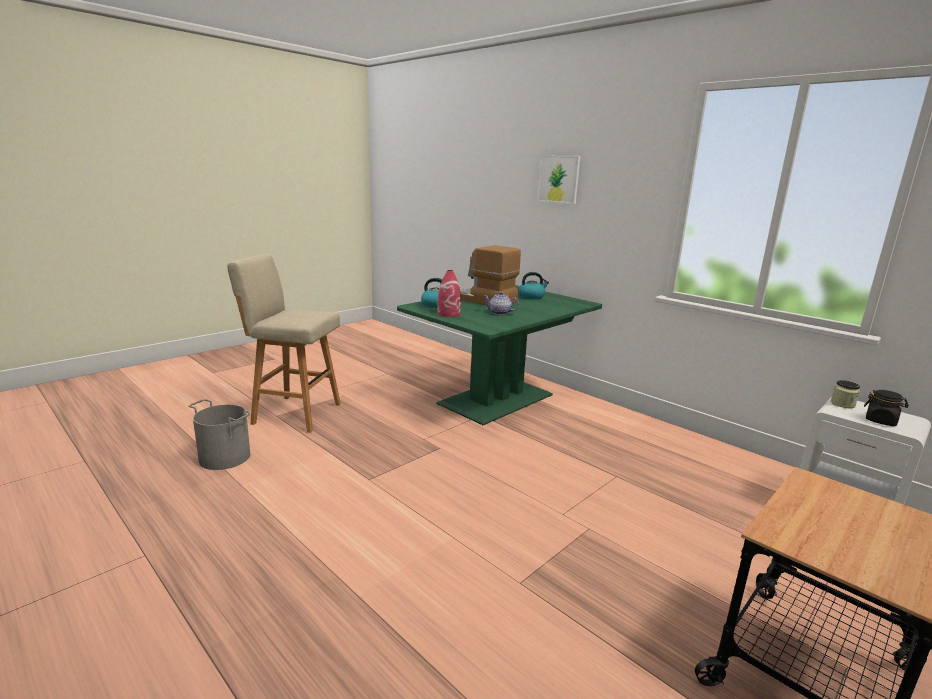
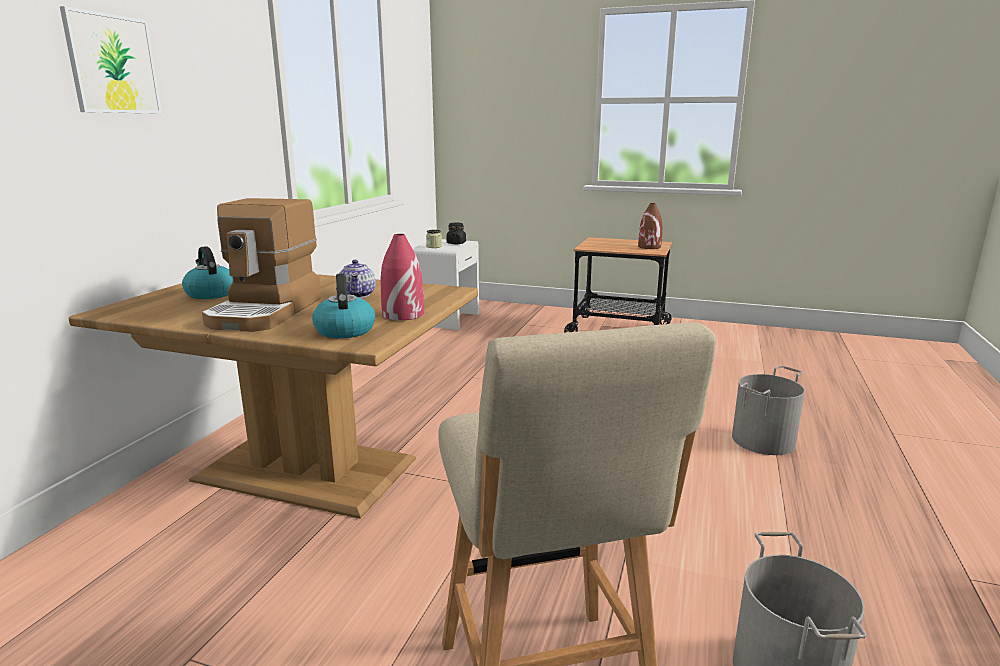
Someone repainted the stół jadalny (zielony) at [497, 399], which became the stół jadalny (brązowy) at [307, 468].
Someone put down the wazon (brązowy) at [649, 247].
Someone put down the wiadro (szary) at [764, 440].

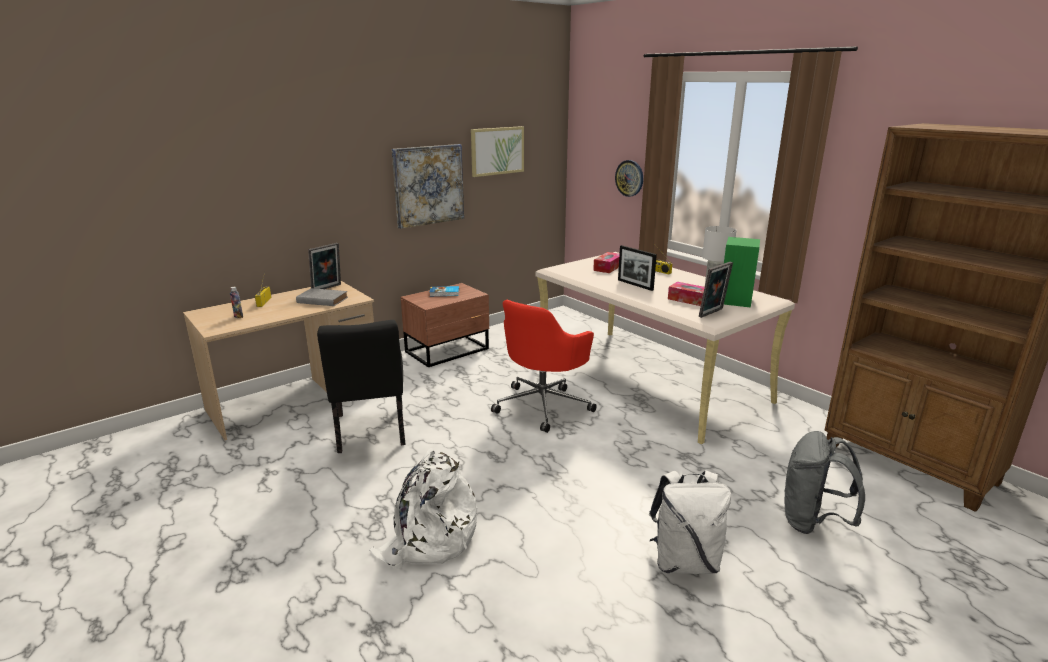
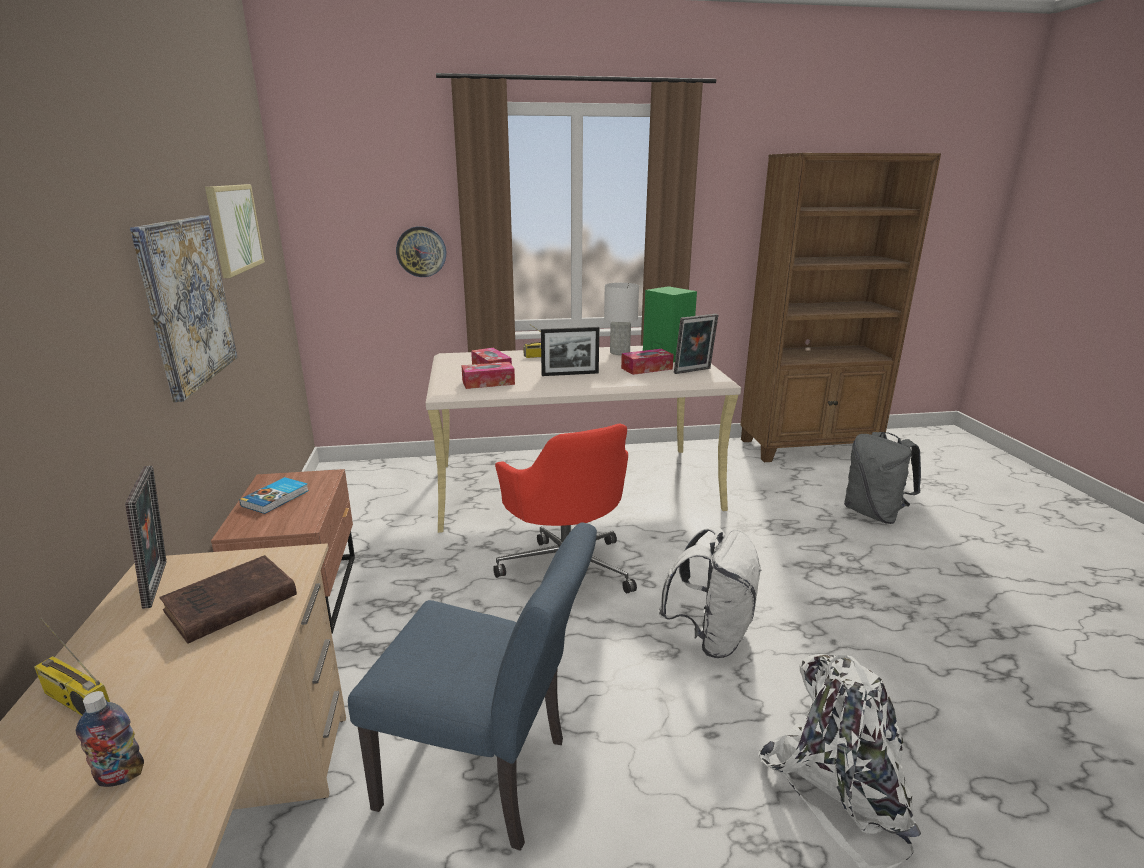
Someone rotated the ramka na zdjęcie at [712, 313] by 75 degrees clockwise.
Someone repainted the książka (szary) at [321, 300], which became the książka (brązowy) at [228, 605].
Someone repainted the krzesło (czarny) at [371, 433], which became the krzesło (niebieski) at [487, 776].
Someone carried the plecak (biały) from [684, 561] to [710, 636].
Someone put down the pudełko chusteczek at [488, 383].

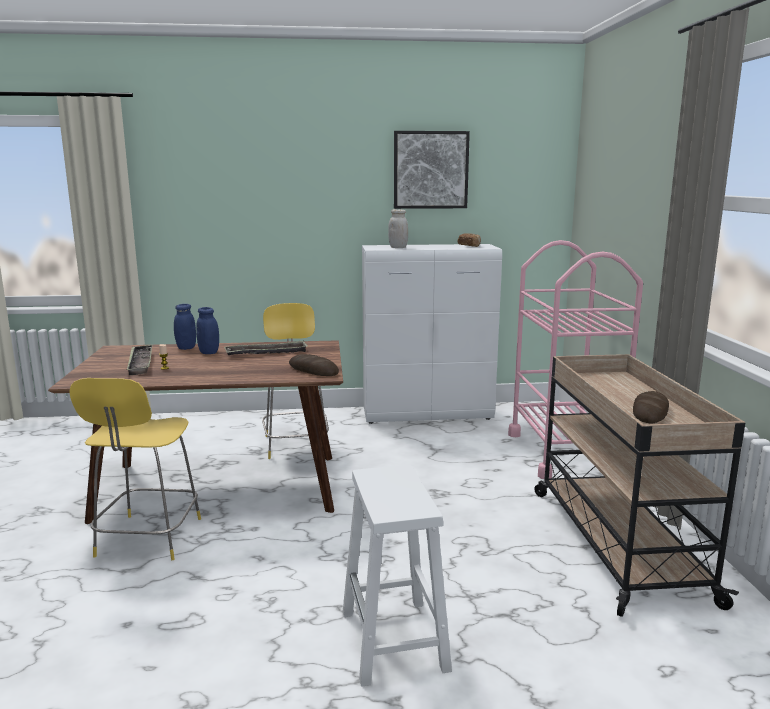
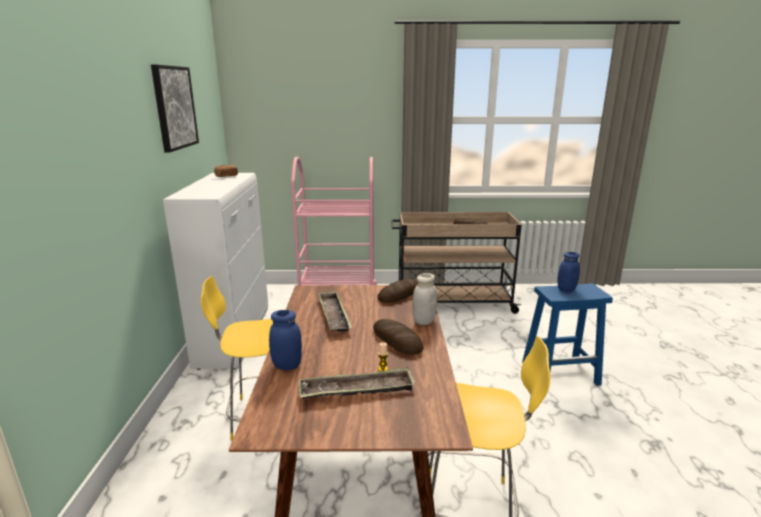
Someone carried the słoik (biały) from [398, 247] to [424, 321].
Someone carried the słoik (niebieski) from [209, 352] to [566, 289].
Someone repainted the stołek (biały) at [394, 641], which became the stołek (niebieski) at [561, 373].
Someone put down the chleb at [397, 340].

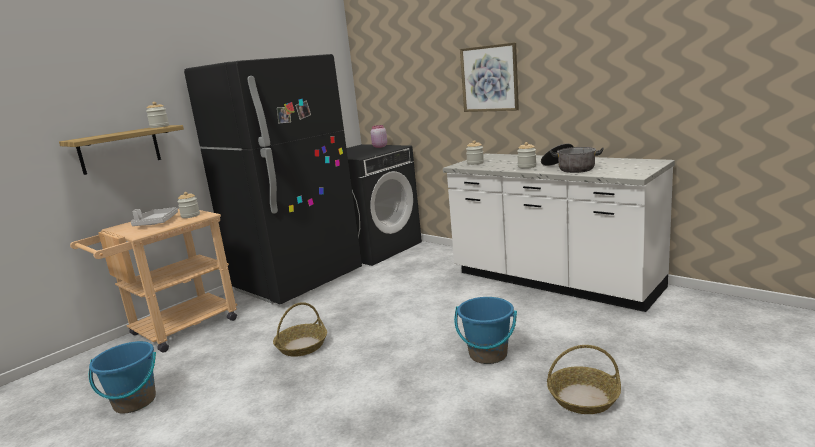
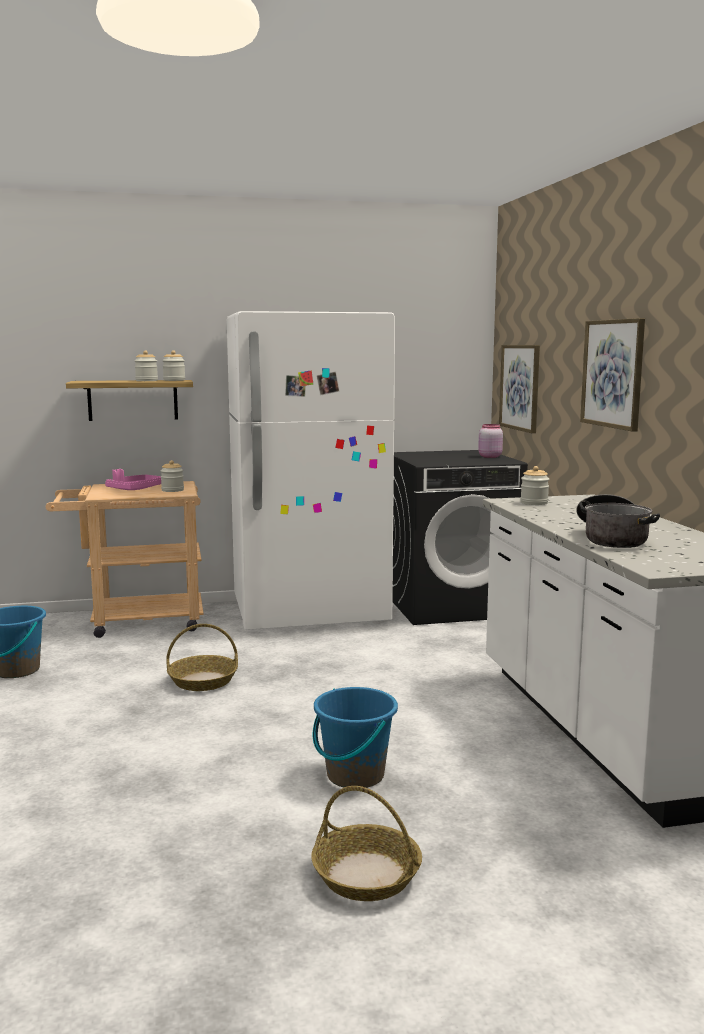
Someone repainted the lodówka (czarny) at [298, 281], which became the lodówka (biały) at [310, 614].
Someone carried the słoik from [527, 167] to [146, 381].
Someone repainted the taca (szary) at [156, 223], which became the taca (różowy) at [136, 489].
Someone put up the obraz at [520, 387].

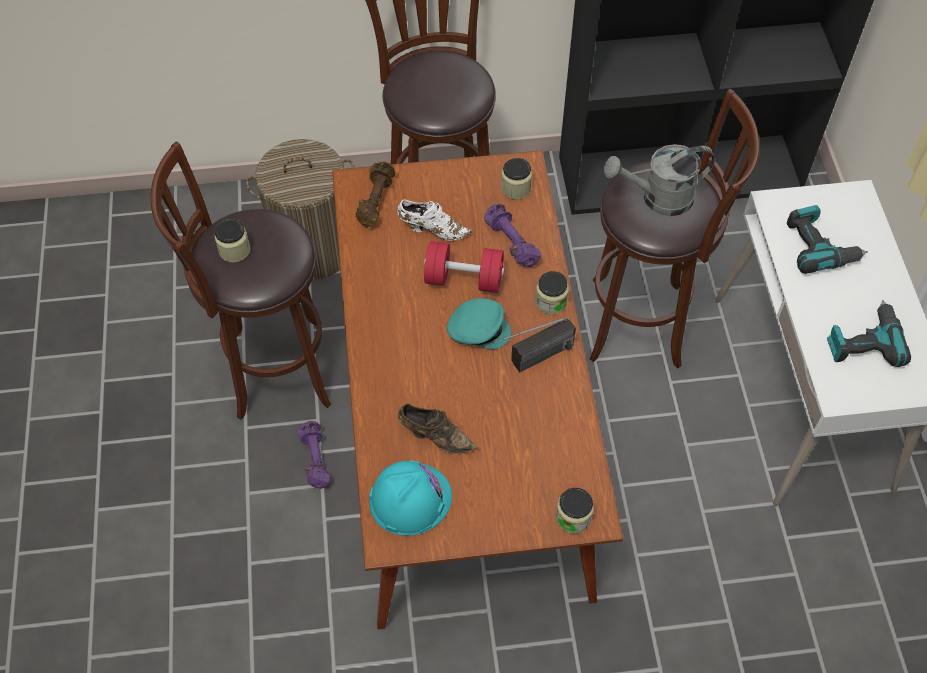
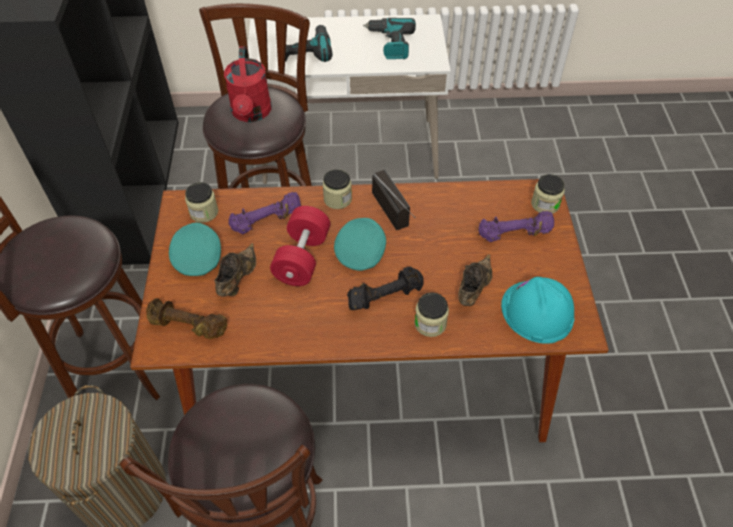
Someone repainted the konewka (szary) at [658, 199], which became the konewka (czerwony) at [251, 114].
Someone repainted the but (biały) at [431, 229], which became the but (brązowy) at [237, 279].
Someone carried the słoik from [234, 250] to [430, 323].
Someone carried the hantel (fioletowy) from [314, 459] to [514, 234].
Someone put down the czapka z daszkiem (turkusowy) at [197, 257].
Someone put down the hantel (czarny) at [384, 296].

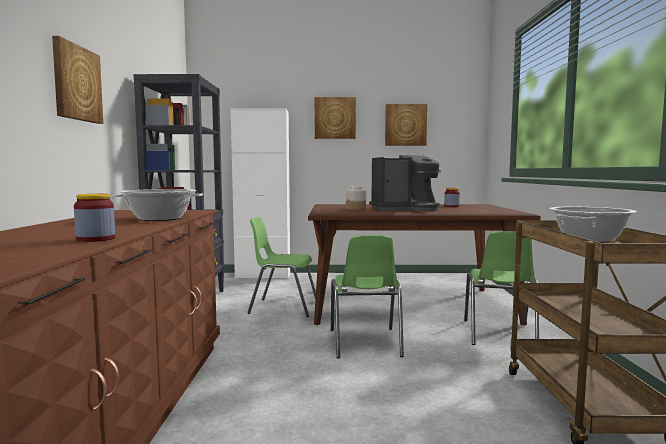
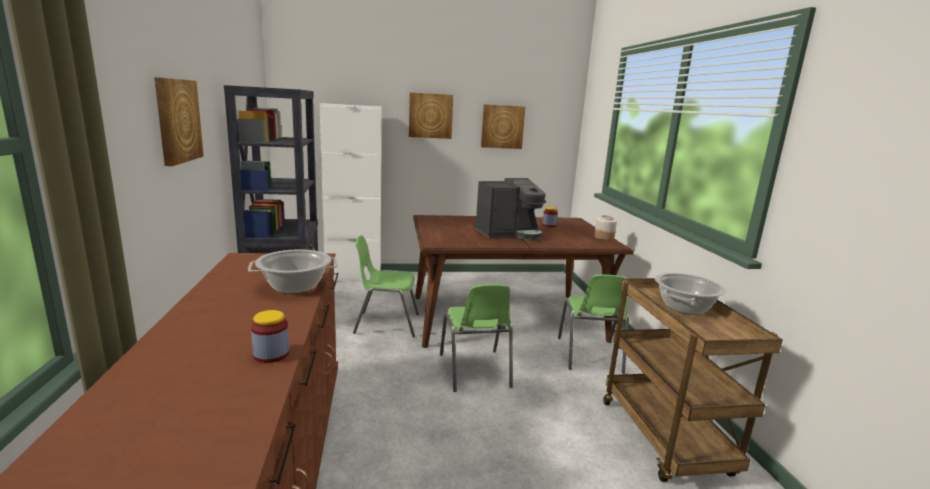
Someone carried the słoik from [356, 209] to [604, 237].

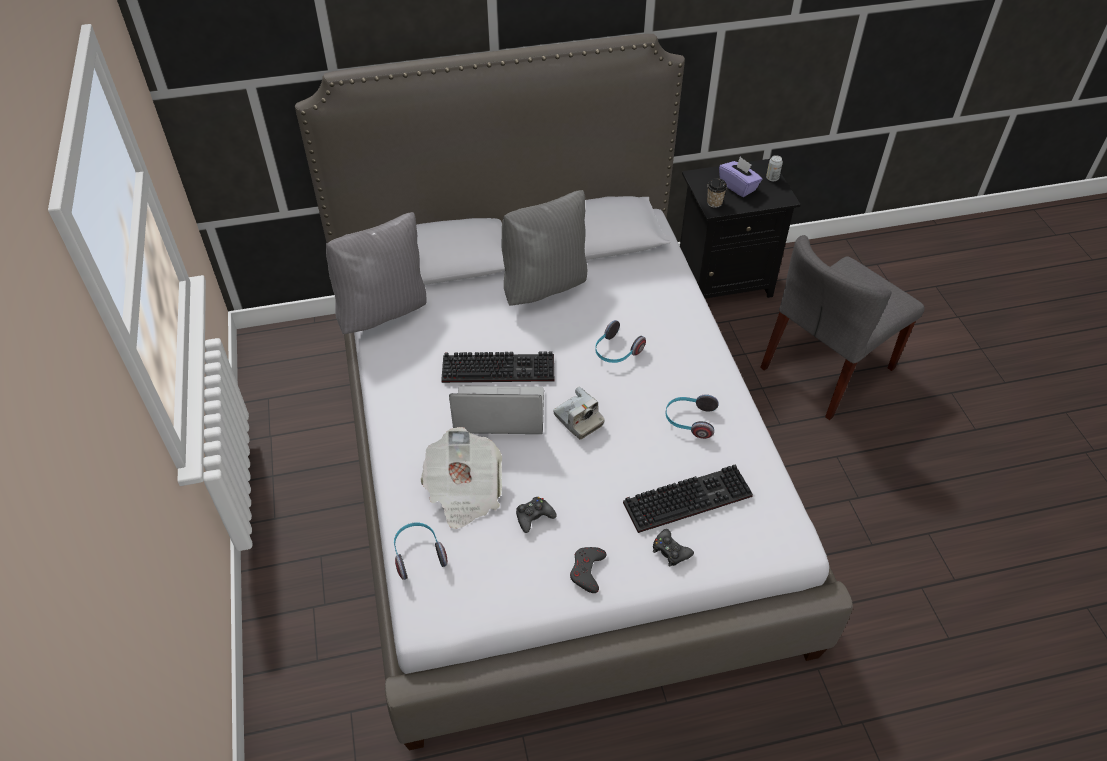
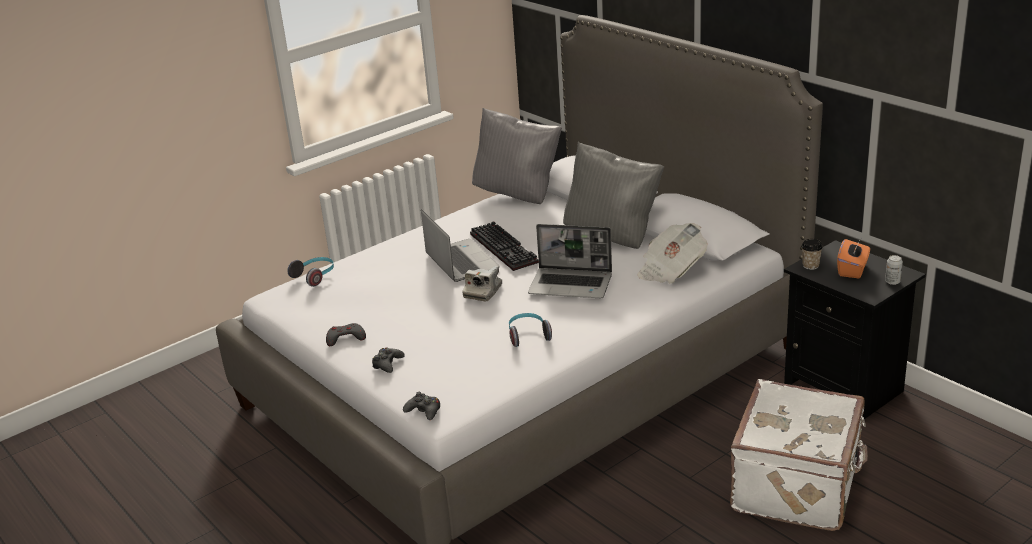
Someone repainted the pudełko chusteczek (fioletowy) at [738, 186], which became the pudełko chusteczek (pomarańczowy) at [852, 270].
Someone swapped the krzesło (szary) at [827, 369] for the walizka (biały) at [798, 486].
Someone swapped the słuchawki at [616, 352] for the laptop at [571, 284].
Someone carried the gazeta from [464, 492] to [670, 270].
Someone took away the klawiatura at [688, 497].
Someone carried the pad do gier (czarny) from [534, 517] to [424, 411].

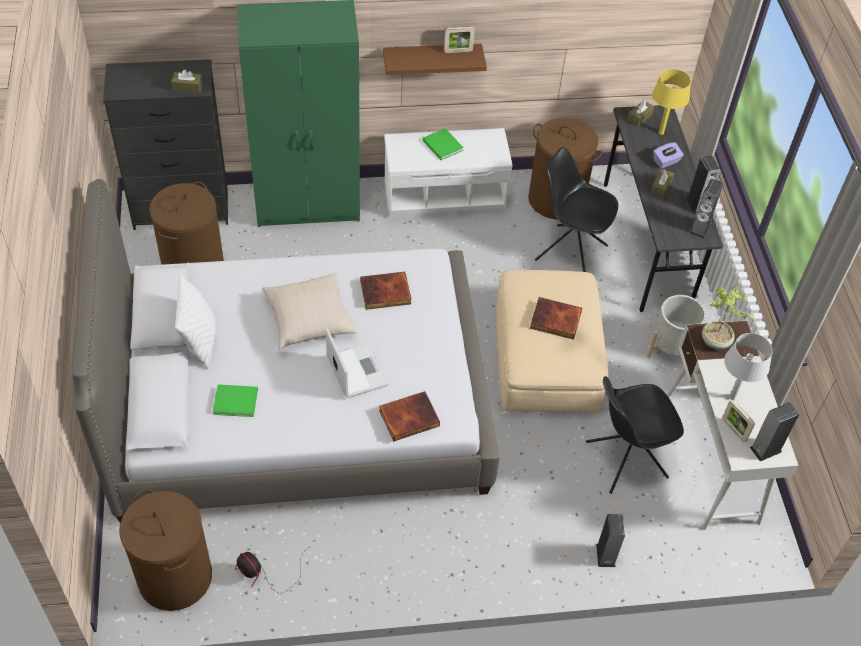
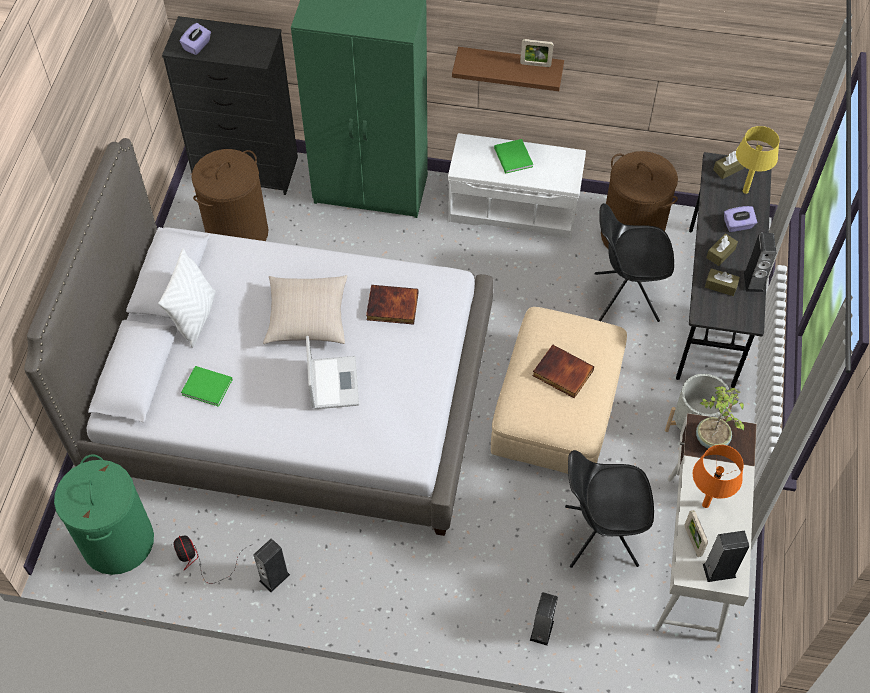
Someone carried the pudełko chusteczek (brązowy) from [187, 87] to [720, 286].
Someone rotated the krzesło (czarny) at [570, 252] by 45 degrees counterclockwise.
Someone carried the głośnik from [700, 228] to [274, 577].
Someone repainted the lampa stołowa (szary) at [732, 397], which became the lampa stołowa (pomarańczowy) at [705, 505].
Someone took away the książka at [409, 417].
Someone repainted the kosz na pranie (brązowy) at [174, 577], which became the kosz na pranie (zielony) at [117, 541].
Someone put down the pudełko chusteczek (fioletowy) at [197, 46].

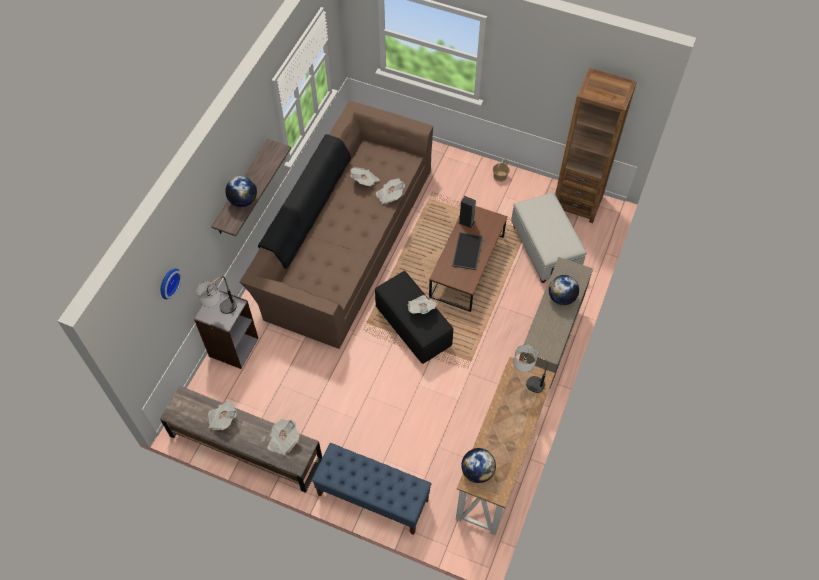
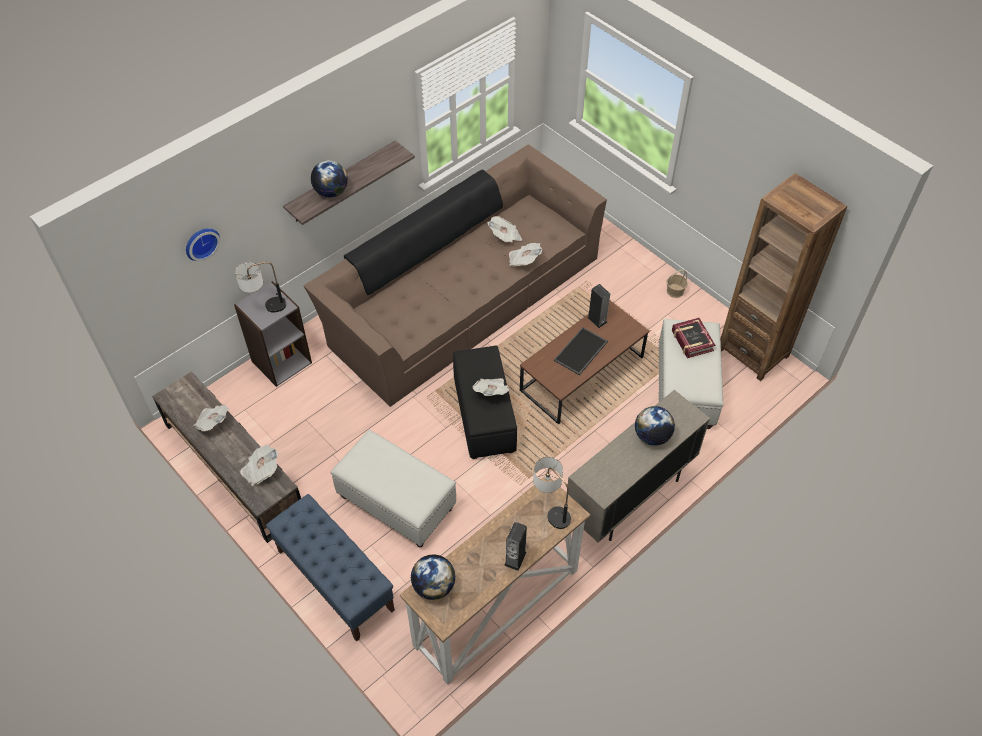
Someone put down the książka at [691, 341].
Someone put down the pufa (biały) at [396, 502].
Someone put down the głośnik at [515, 558].

